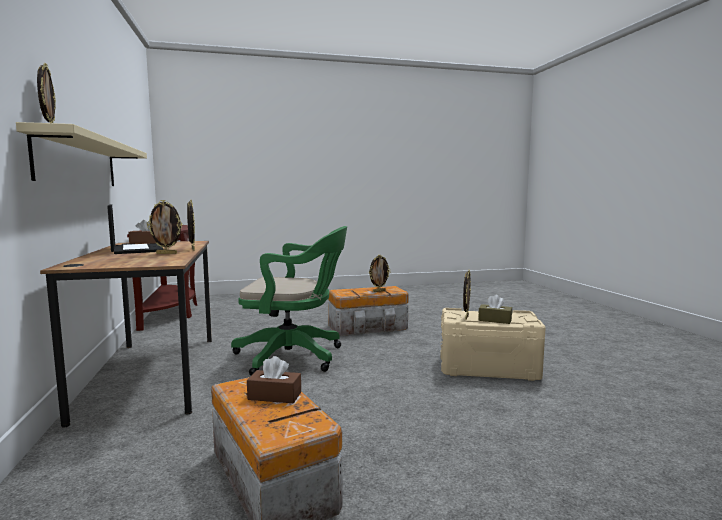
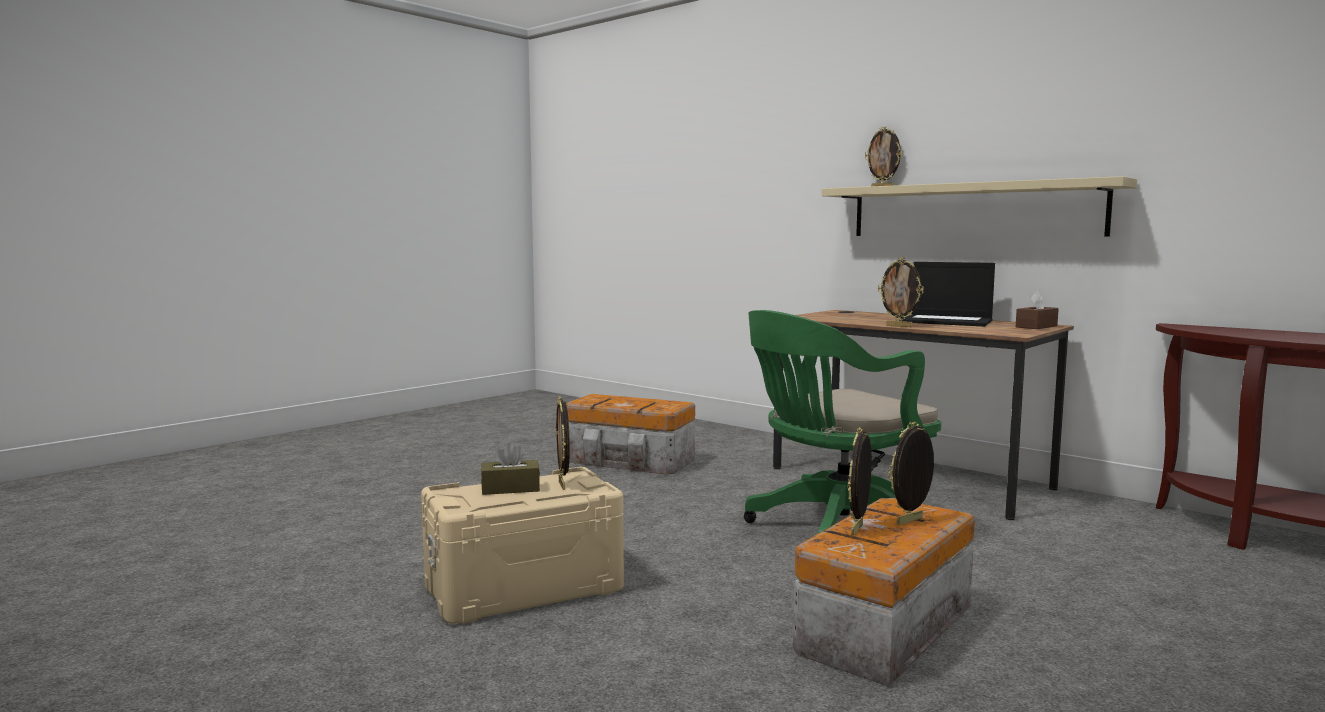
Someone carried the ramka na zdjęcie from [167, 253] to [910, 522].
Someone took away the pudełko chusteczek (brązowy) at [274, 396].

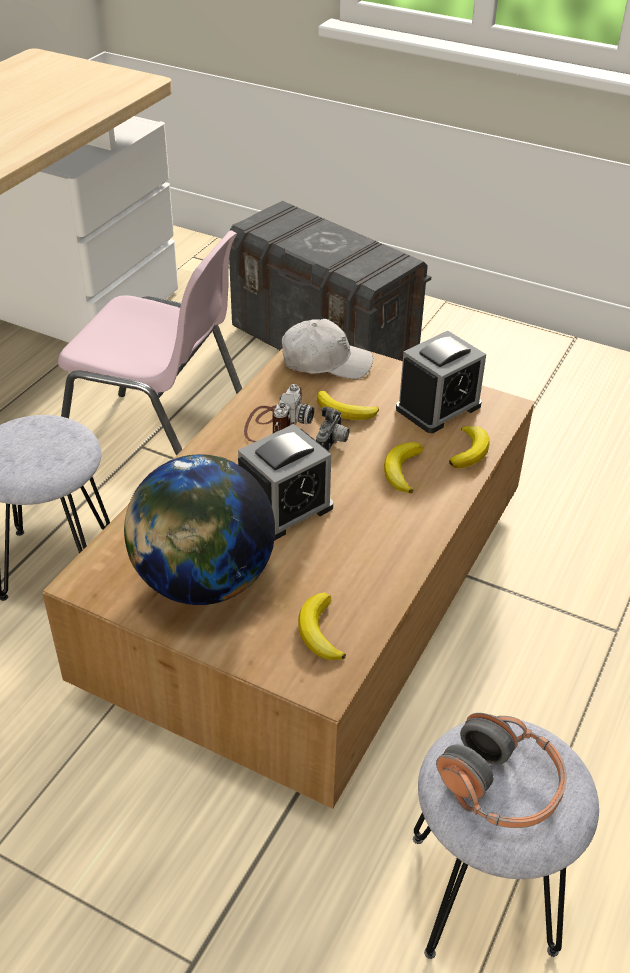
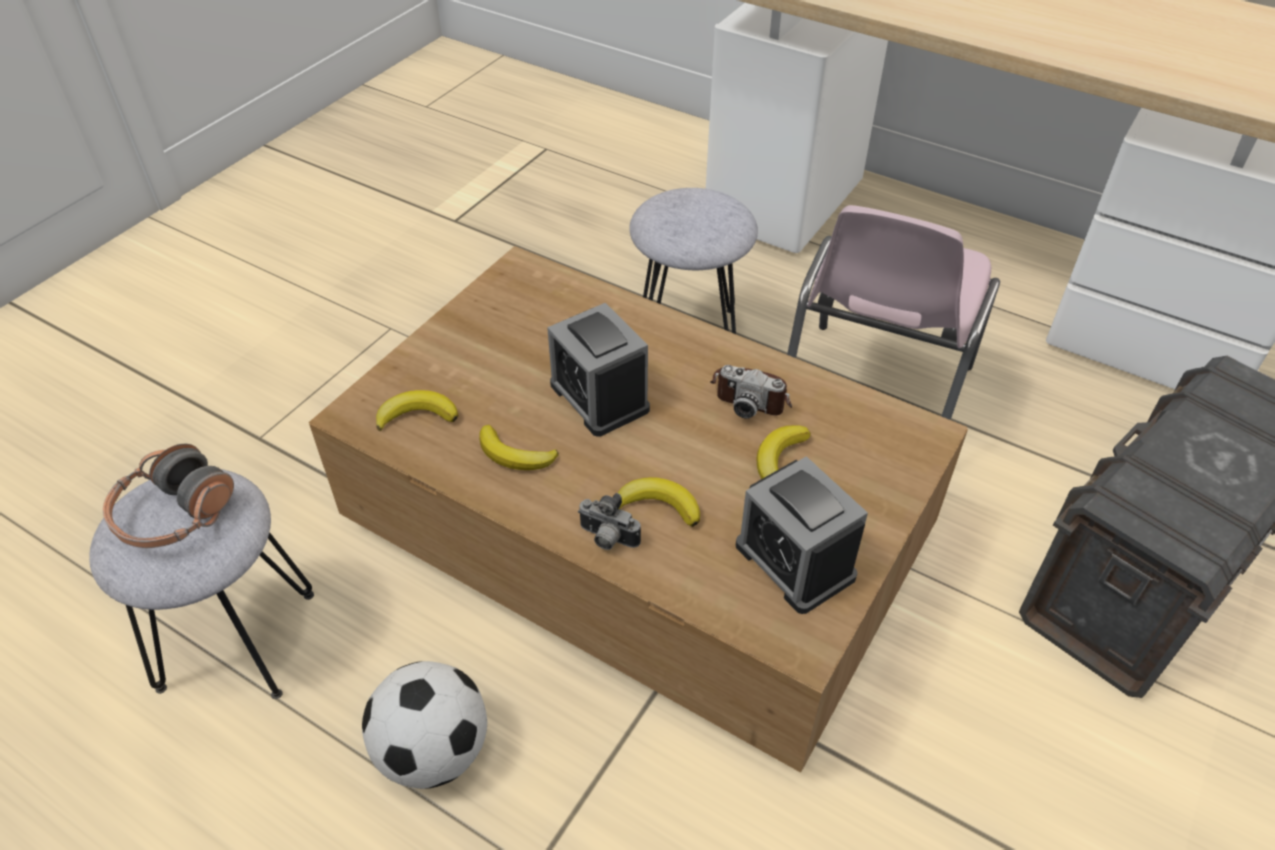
Someone took away the czapka z daszkiem (biały) at [325, 362].
Someone carried the aparat fotograficzny from [333, 444] to [607, 539].
Someone carried the banan from [469, 451] to [515, 455].
Someone took away the globus at [204, 582].
Someone put down the piłka futbolowa at [433, 752].

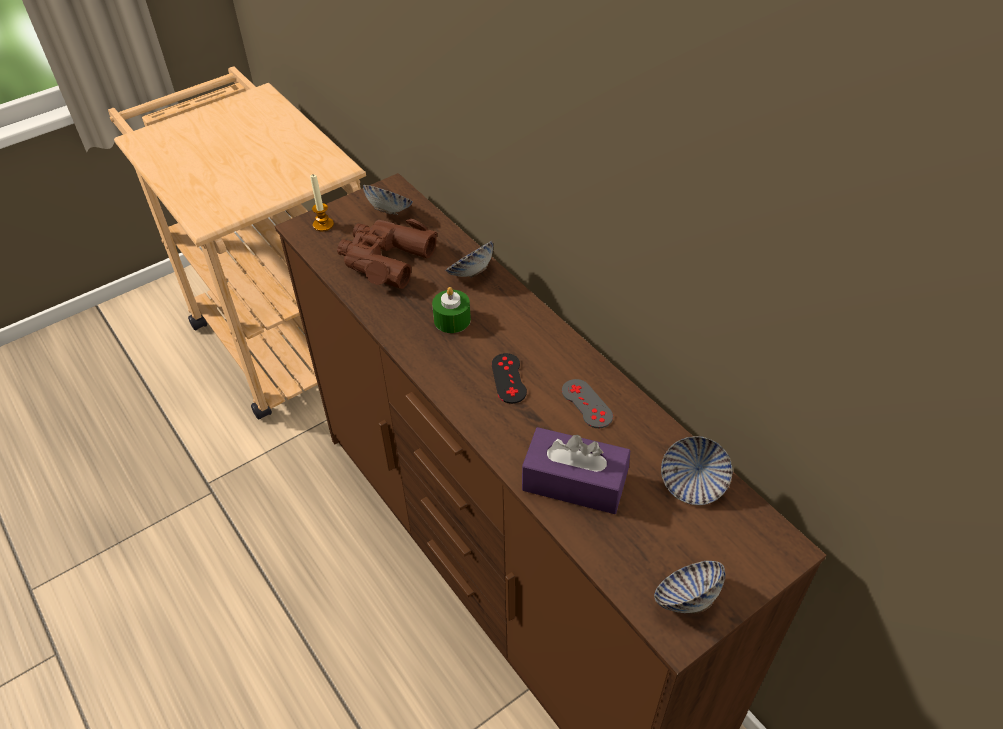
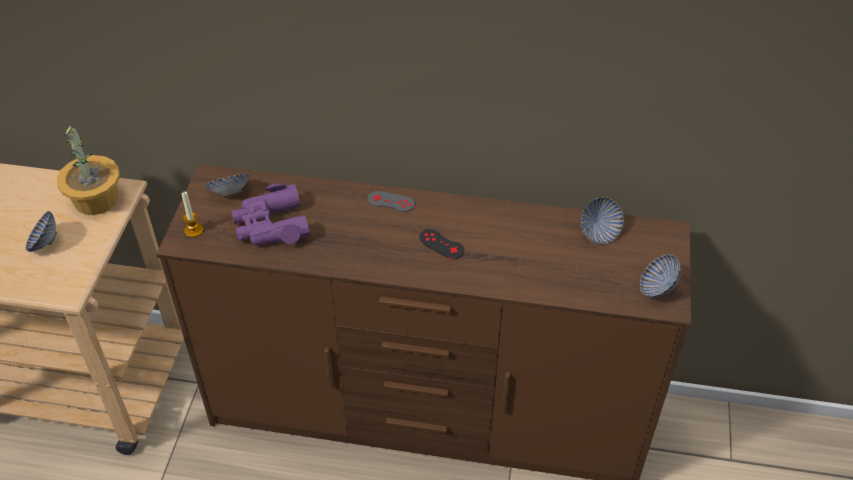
Someone repainted the lornetka (brązowy) at [385, 259], which became the lornetka (fioletowy) at [271, 225].
Someone carried the miska from [470, 273] to [44, 243].
Someone took away the świeca (zielony) at [452, 320].
Someone carried the pad do gier (szary) from [587, 404] to [391, 202].
Someone took away the pudełko chusteczek (fioletowy) at [574, 482].
Someone put down the roślina doniczkowa at [97, 199].

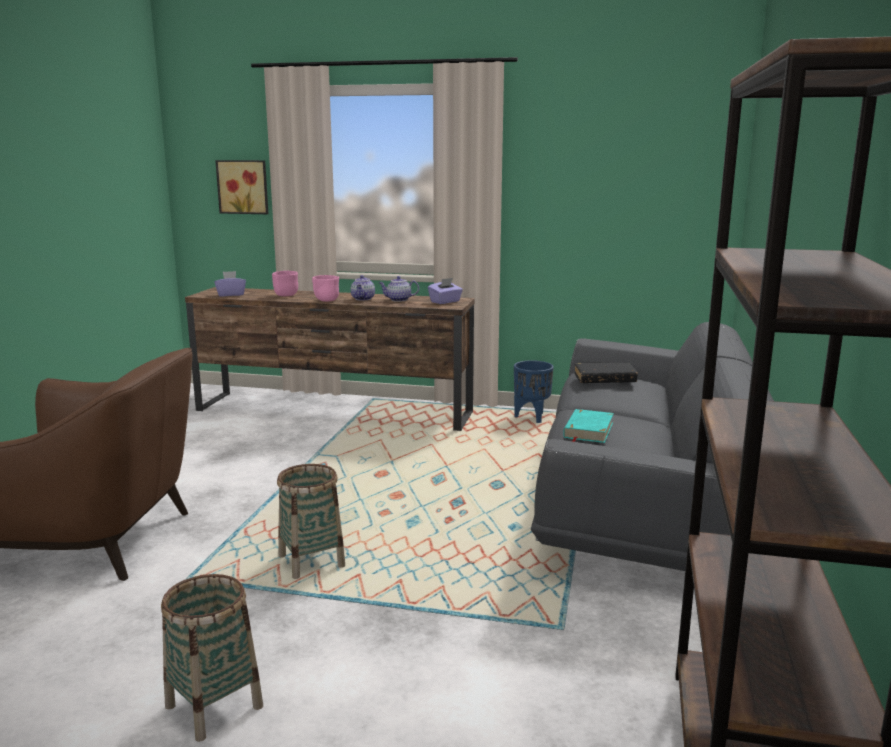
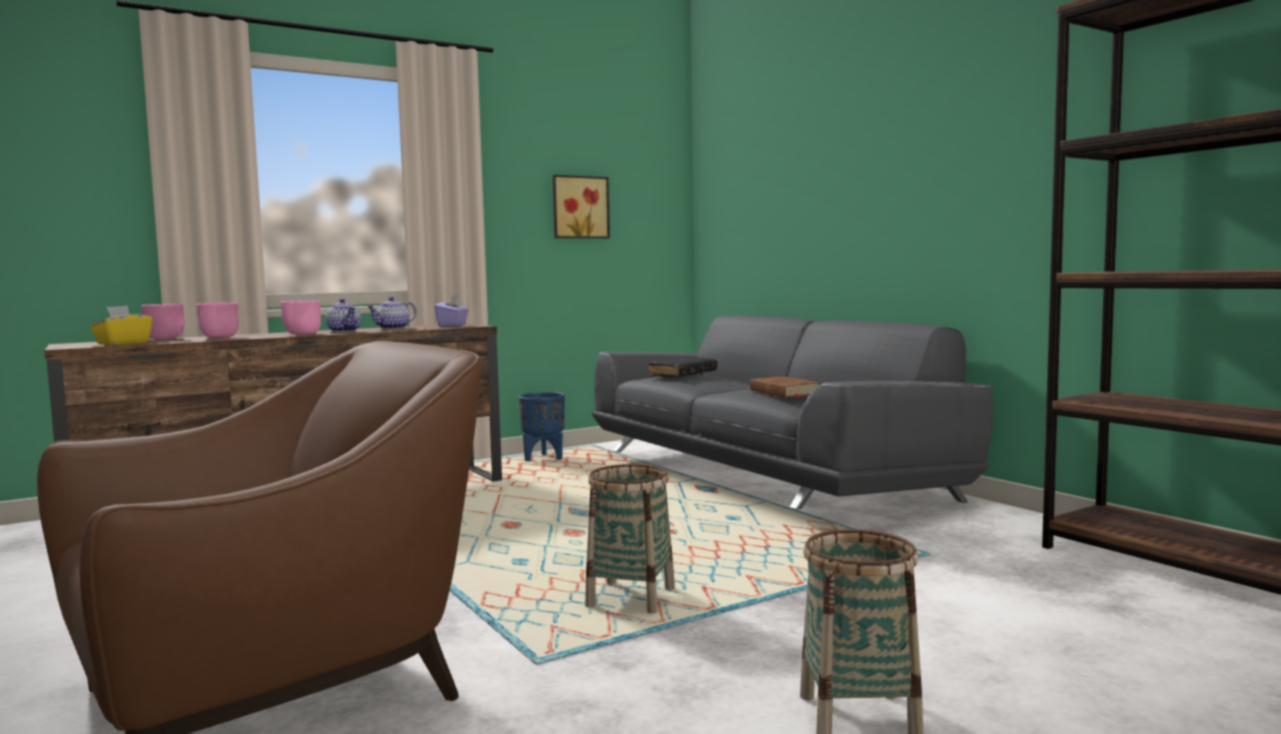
Someone carried the obraz from [243, 187] to [579, 207].
Someone repainted the pudełko chusteczek (fioletowy) at [231, 294], which became the pudełko chusteczek (żółty) at [123, 343].
Someone repainted the książka (turkusowy) at [588, 430], which became the książka (brązowy) at [784, 392].
Someone put down the miska (różowy) at [165, 338].

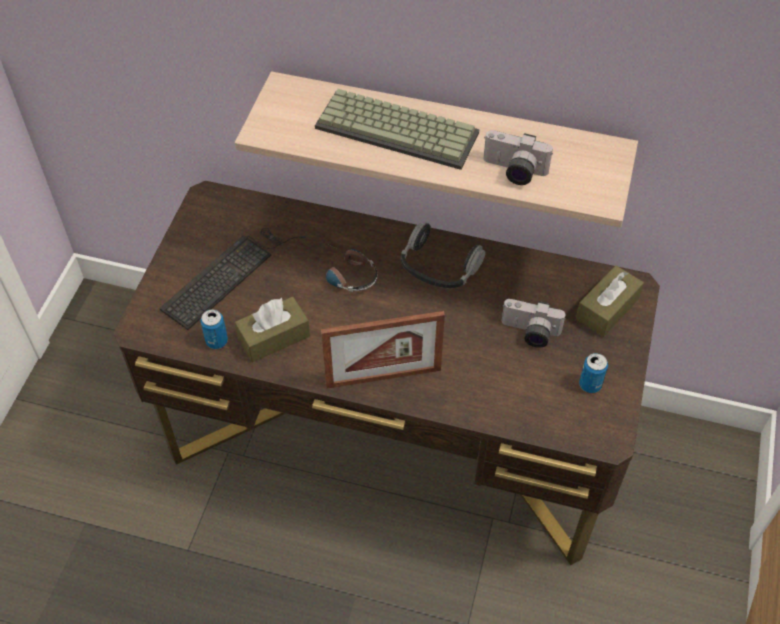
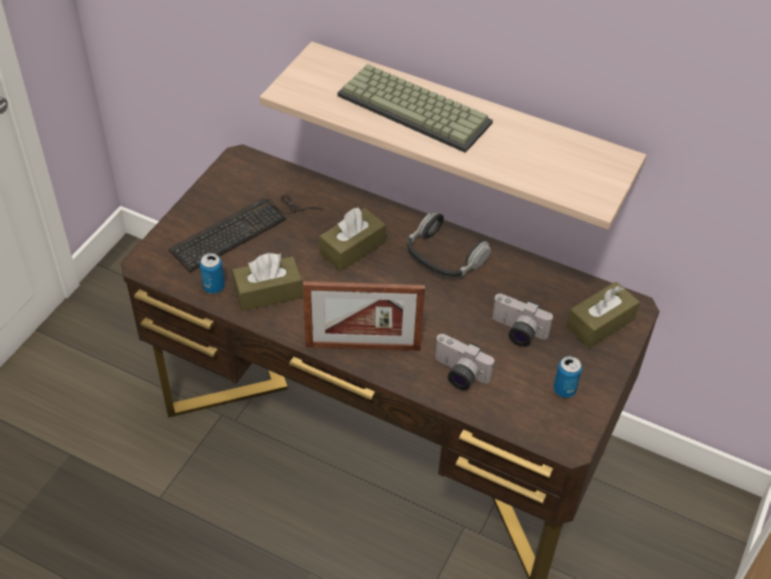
Someone carried the aparat fotograficzny from [513, 172] to [458, 374].
Someone swapped the słuchawki at [346, 274] for the pudełko chusteczek (brązowy) at [352, 248].

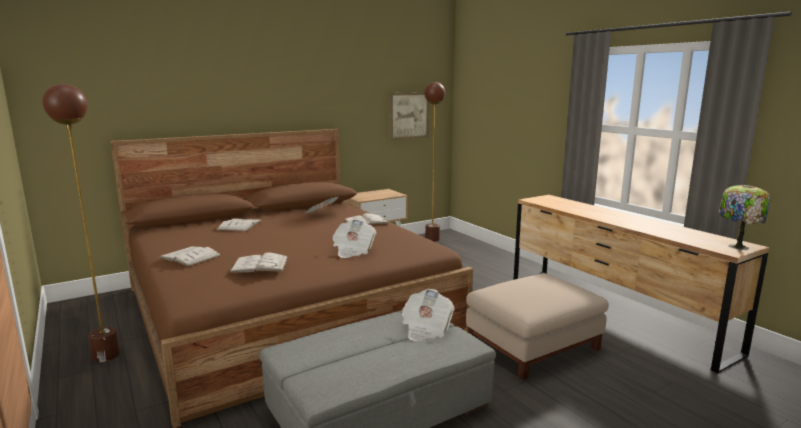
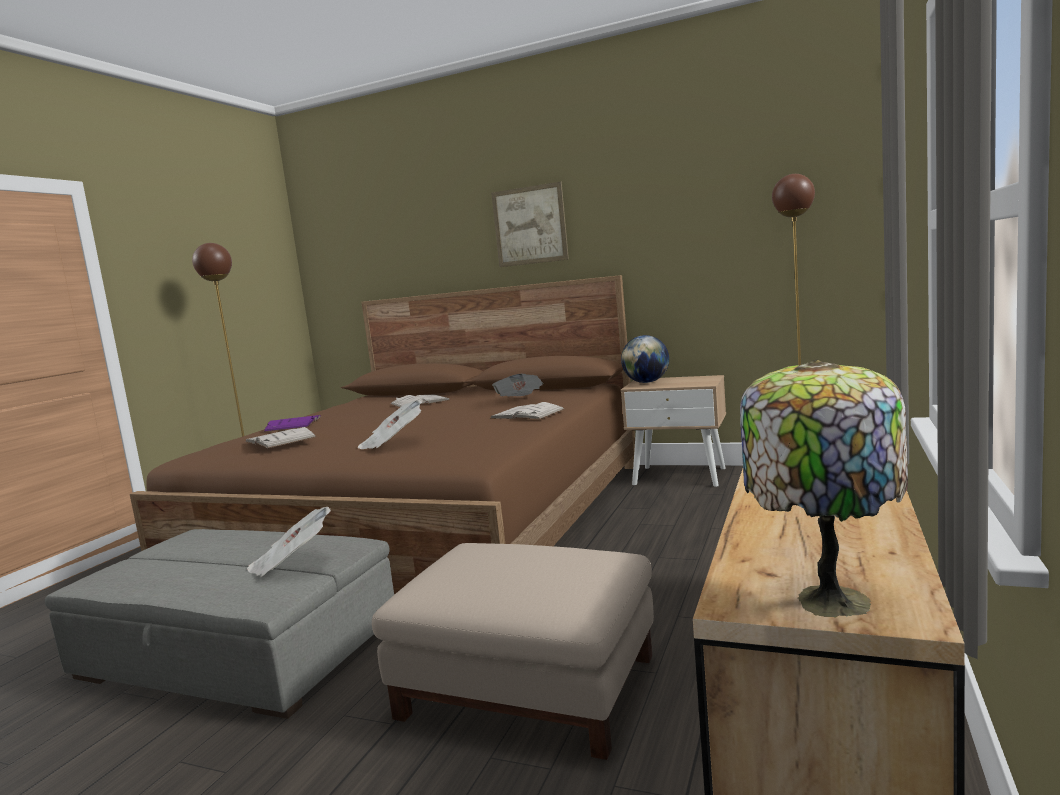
Someone carried the obraz from [409, 115] to [530, 225].
Someone repainted the książka (biały) at [190, 256], which became the książka (fioletowy) at [293, 424].
Someone put down the globus at [646, 382].

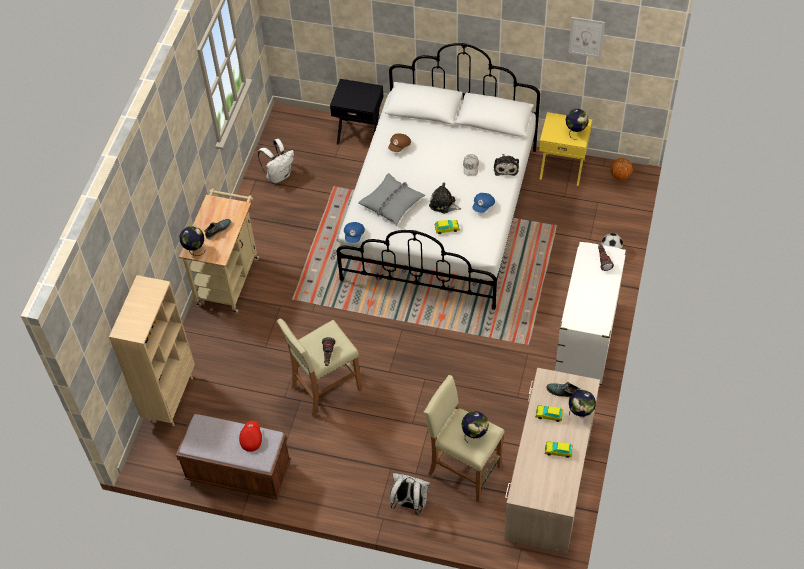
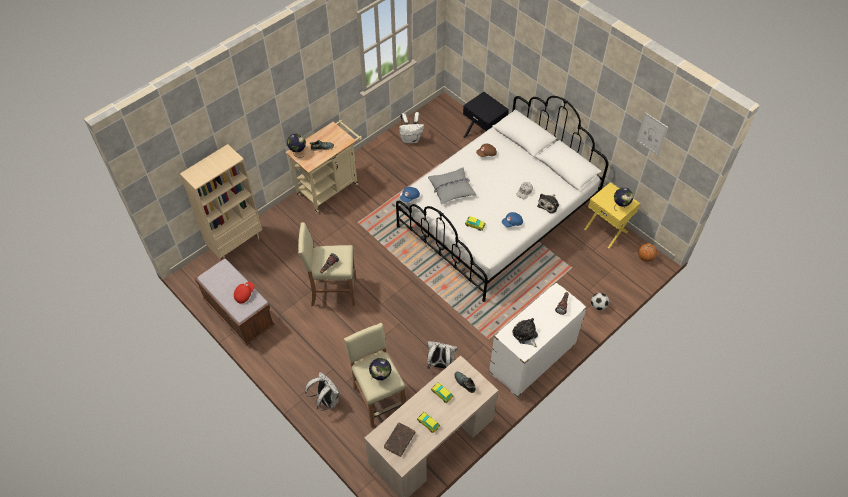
Someone carried the pluszak from [443, 204] to [525, 335].
Someone took away the globus at [580, 413].
Someone put down the plecak (biały) at [440, 364].
Someone put down the książka (brązowy) at [399, 441].

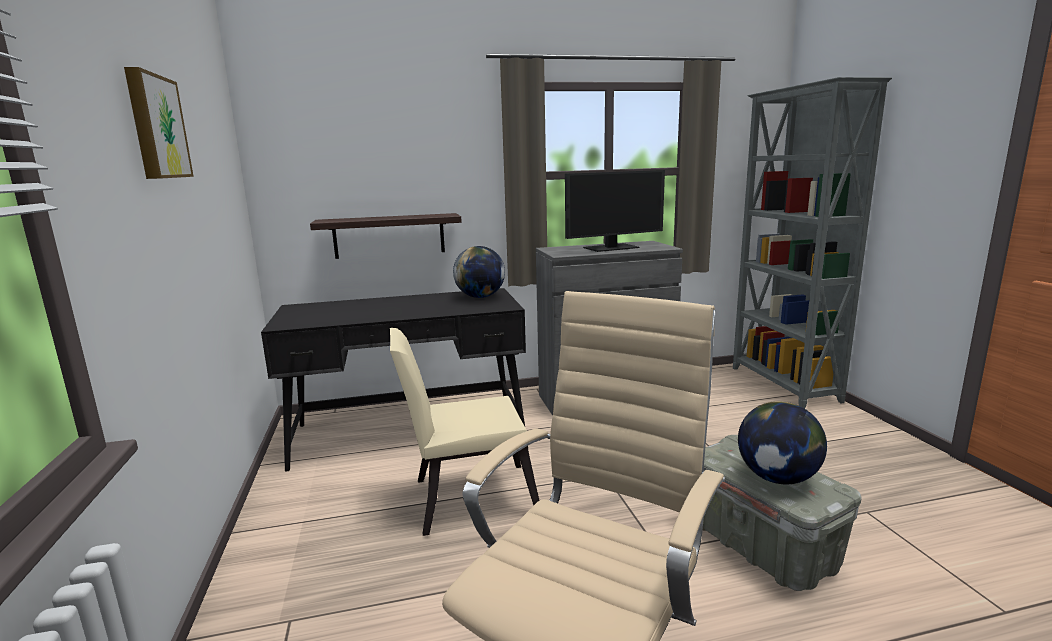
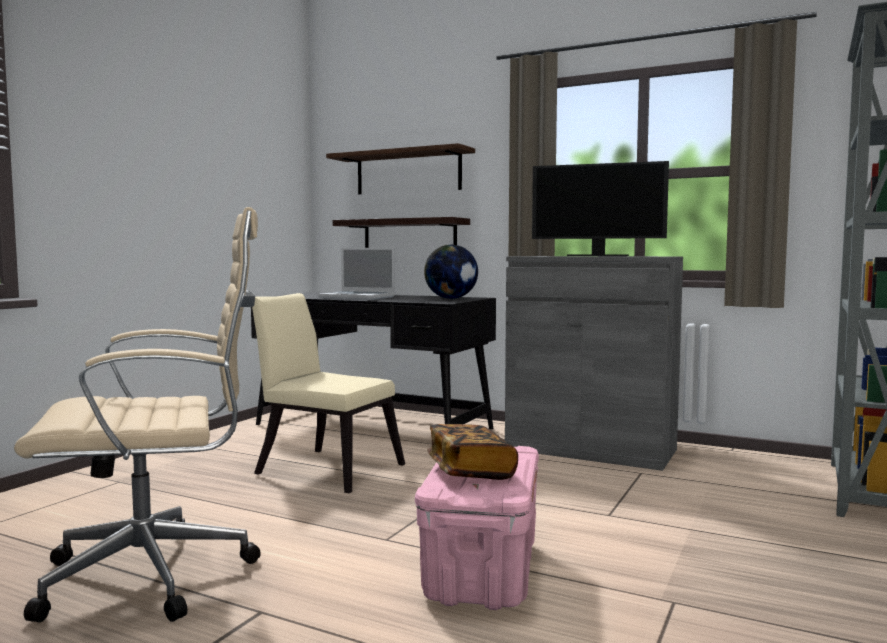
Someone took away the obraz at [155, 127].
Someone swapped the globus at [777, 478] for the książka at [470, 471].
Someone repainted the pojemnik do przechowywania (szary) at [762, 546], which became the pojemnik do przechowywania (różowy) at [482, 572].
Someone put up the półka at [408, 172].
Someone put down the laptop at [358, 297].

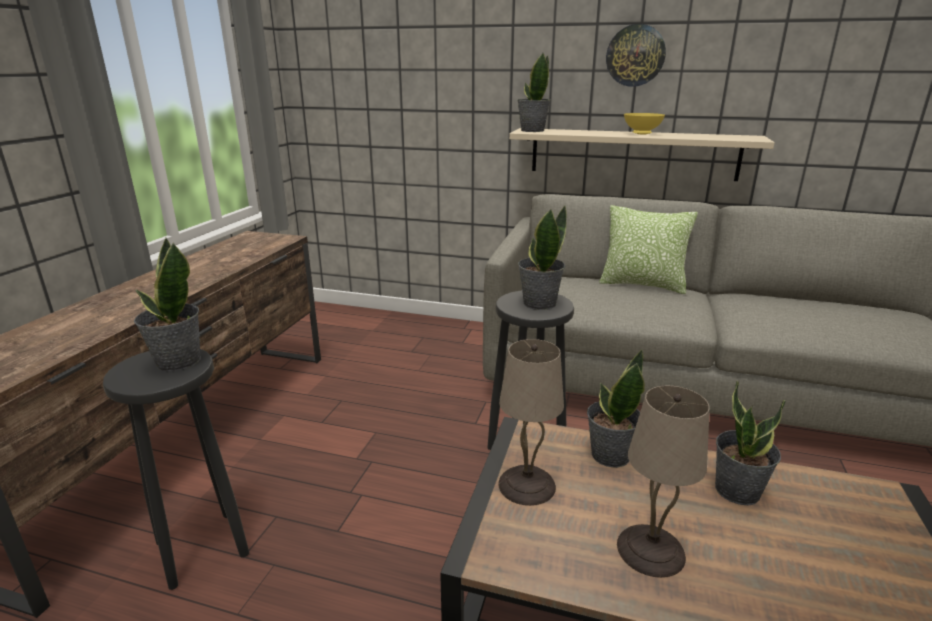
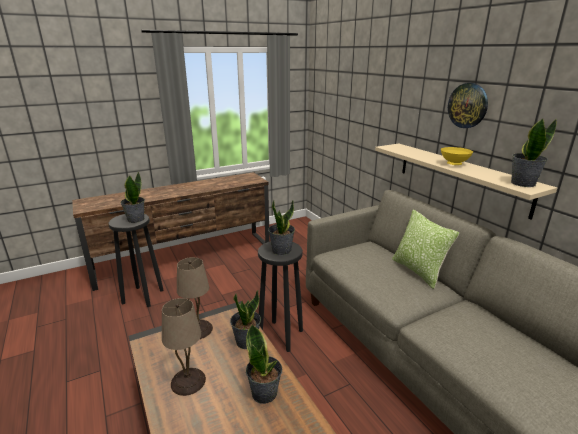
Someone carried the roślina doniczkowa from [532, 130] to [522, 183].

